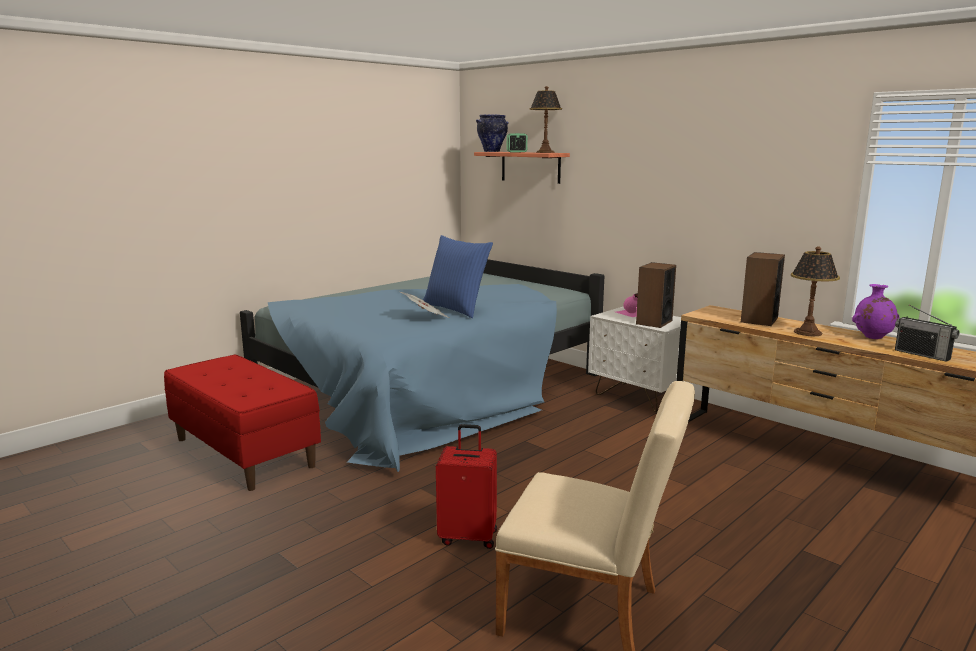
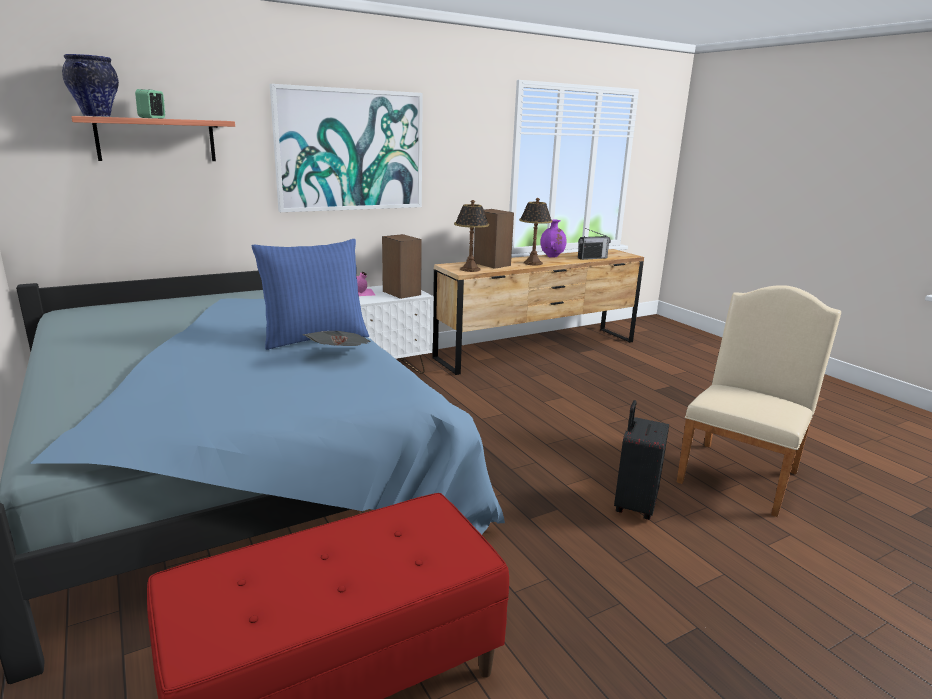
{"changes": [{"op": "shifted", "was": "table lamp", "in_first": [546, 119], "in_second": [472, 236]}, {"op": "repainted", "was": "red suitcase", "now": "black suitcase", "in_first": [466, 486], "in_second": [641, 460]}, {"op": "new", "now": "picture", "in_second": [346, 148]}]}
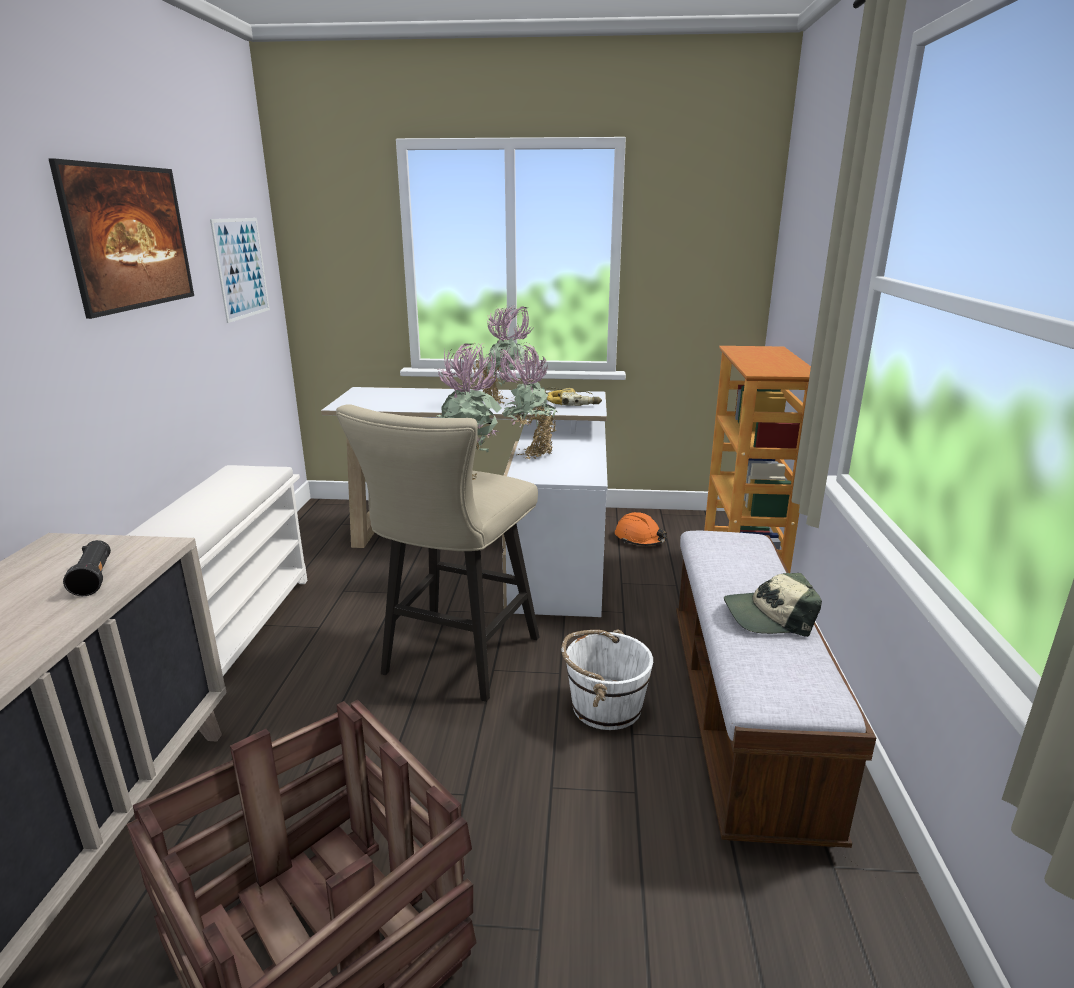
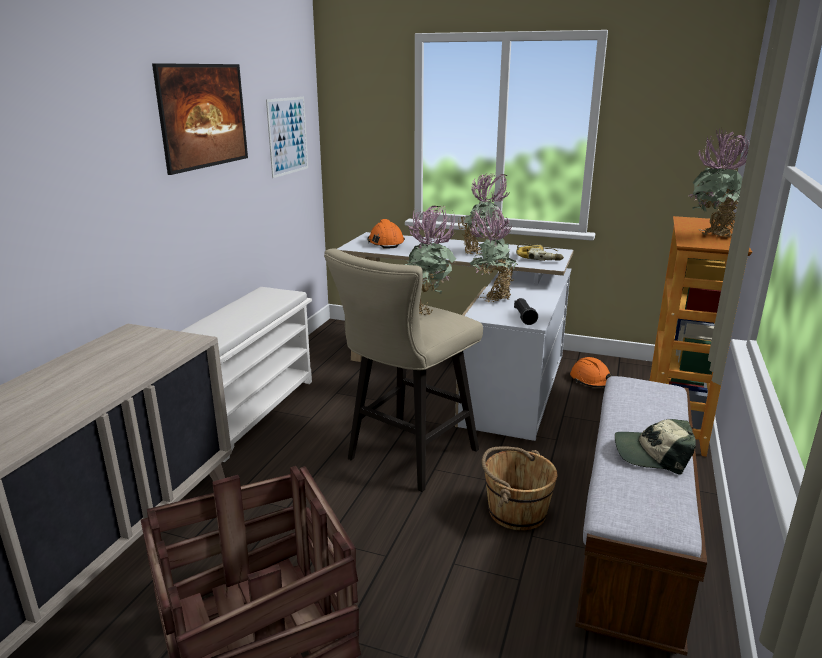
{"changes": [{"op": "shifted", "was": "black flashlight", "in_first": [87, 568], "in_second": [526, 311]}, {"op": "repainted", "was": "white bucket", "now": "brown bucket", "in_first": [607, 680], "in_second": [519, 489]}, {"op": "new", "now": "potted plant", "in_second": [719, 183]}, {"op": "new", "now": "orange hard hat", "in_second": [386, 234]}]}
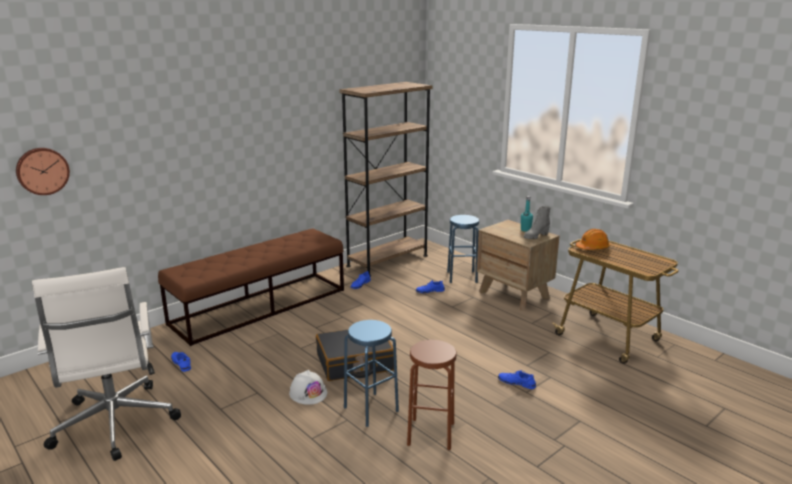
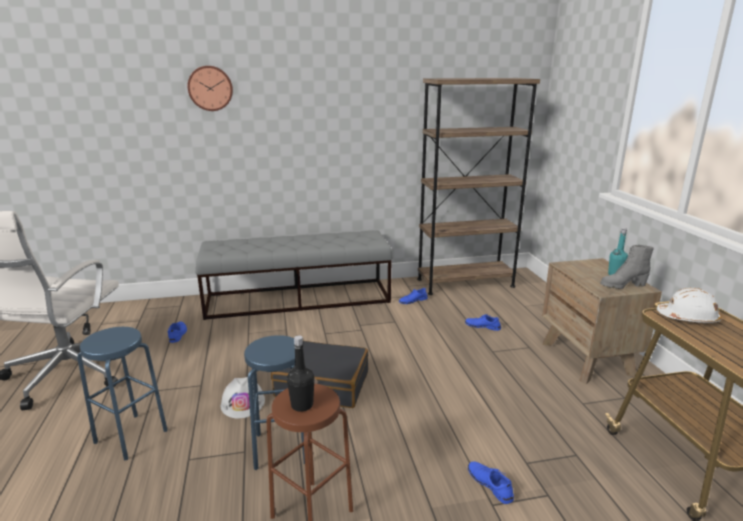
{"changes": [{"op": "shifted", "was": "wall clock", "in_first": [43, 171], "in_second": [210, 88]}, {"op": "shifted", "was": "blue stool", "in_first": [463, 249], "in_second": [122, 394]}, {"op": "repainted", "was": "brown bench", "now": "grey bench", "in_first": [251, 287], "in_second": [294, 275]}, {"op": "repainted", "was": "orange hard hat", "now": "white hard hat", "in_first": [592, 239], "in_second": [689, 305]}, {"op": "new", "now": "black bottle", "in_second": [300, 373]}]}
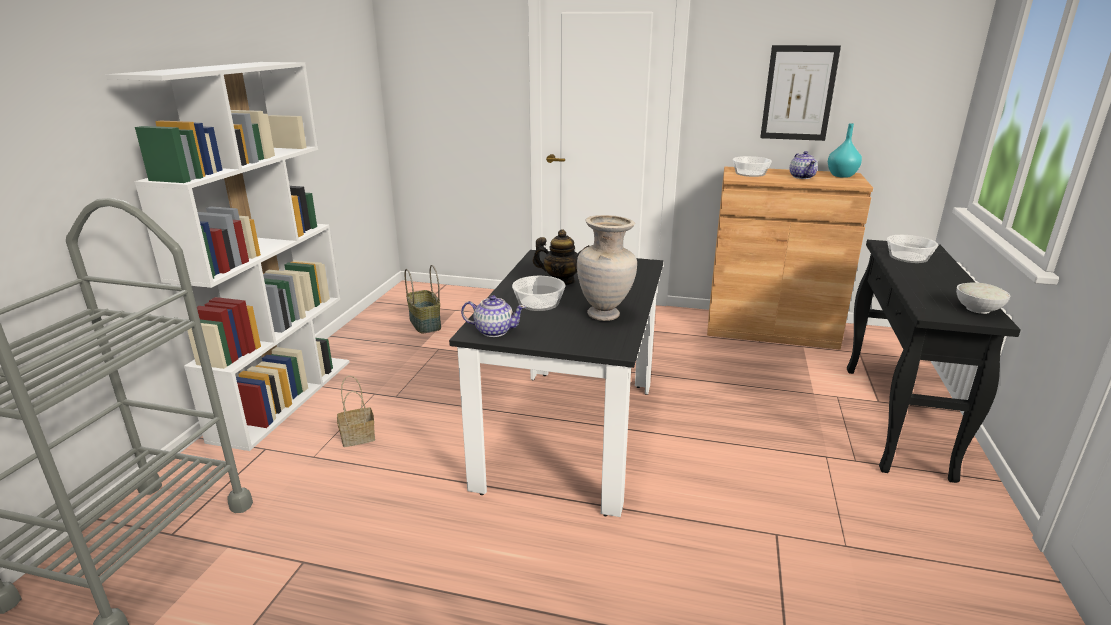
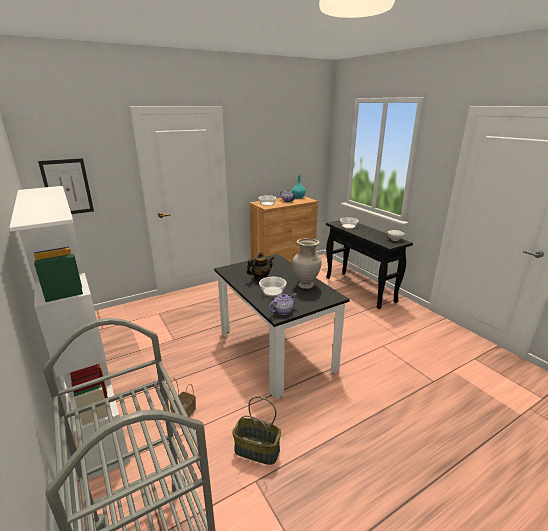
{"changes": [{"op": "shifted", "was": "picture", "in_first": [800, 93], "in_second": [66, 186]}, {"op": "shifted", "was": "basket", "in_first": [423, 299], "in_second": [256, 430]}]}
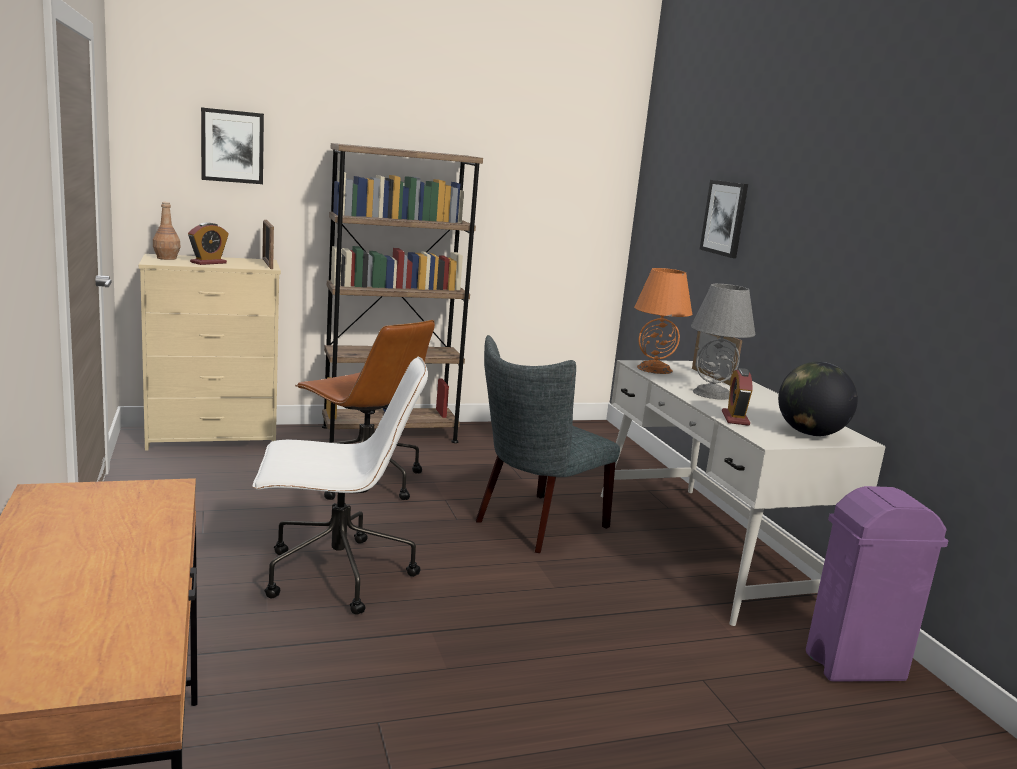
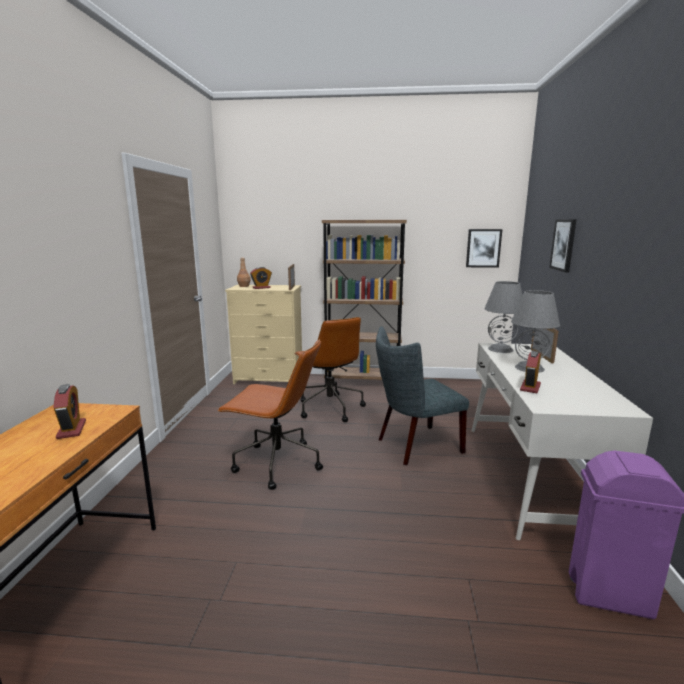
{"changes": [{"op": "shifted", "was": "picture", "in_first": [232, 145], "in_second": [484, 248]}, {"op": "repainted", "was": "orange table lamp", "now": "grey table lamp", "in_first": [663, 321], "in_second": [503, 317]}, {"op": "repainted", "was": "white office chair", "now": "brown office chair", "in_first": [340, 485], "in_second": [270, 414]}, {"op": "gone", "was": "globe", "in_first": [818, 399]}, {"op": "new", "now": "alarm clock", "in_second": [70, 411]}]}
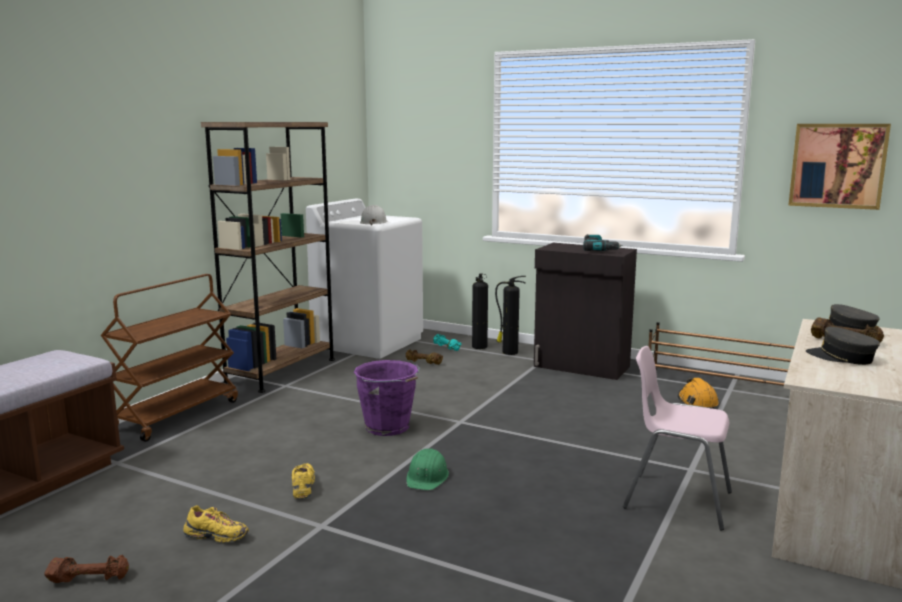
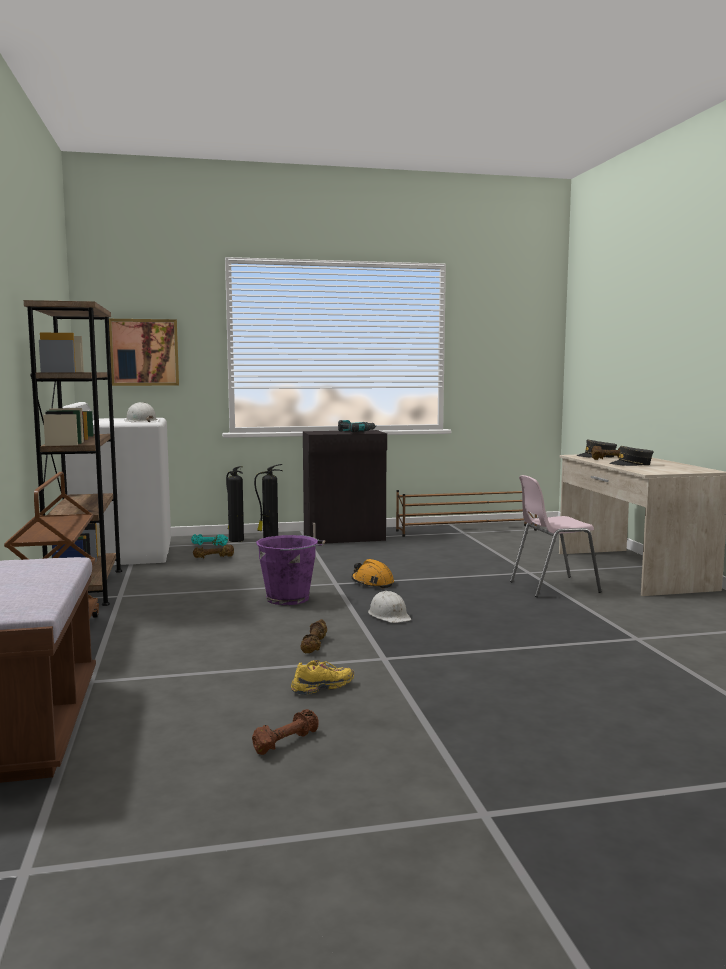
{"changes": [{"op": "shifted", "was": "picture", "in_first": [839, 167], "in_second": [144, 352]}, {"op": "shifted", "was": "orange hard hat", "in_first": [698, 393], "in_second": [373, 573]}, {"op": "repainted", "was": "green hard hat", "now": "white hard hat", "in_first": [428, 469], "in_second": [389, 607]}, {"op": "swapped", "was": "yellow shoe", "now": "brown dumbbell", "in_first": [303, 481], "in_second": [313, 636]}]}
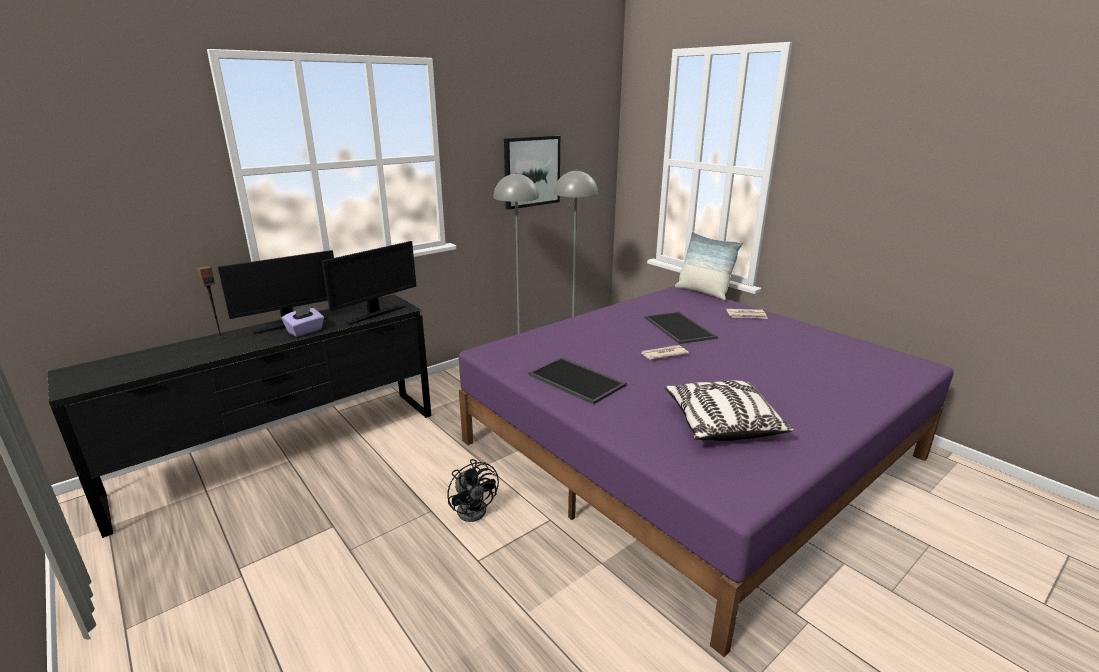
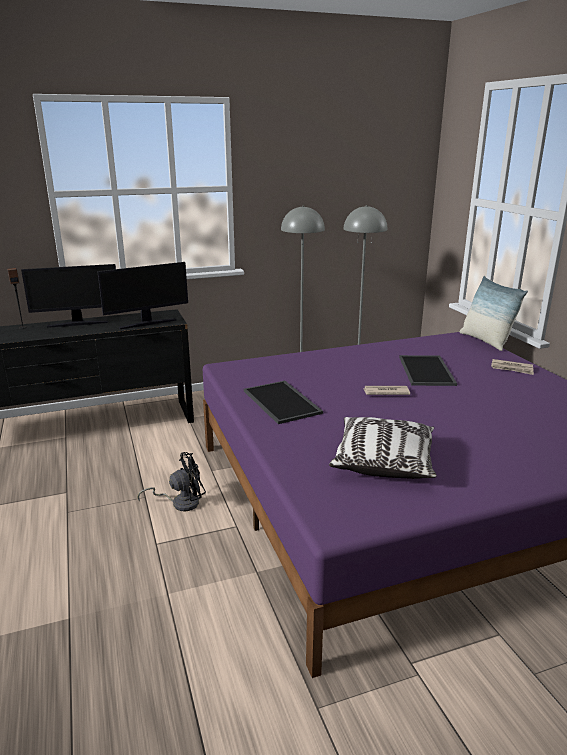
{"changes": [{"op": "gone", "was": "picture", "in_first": [532, 173]}, {"op": "gone", "was": "purple tissue box", "in_first": [303, 321]}, {"op": "rotated", "was": "black fan", "in_first": [473, 490], "in_second": [171, 482], "clockwise": -105}]}
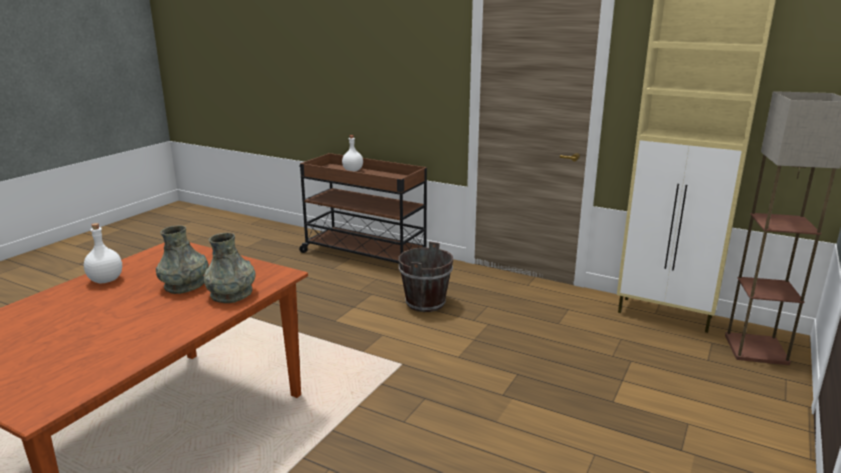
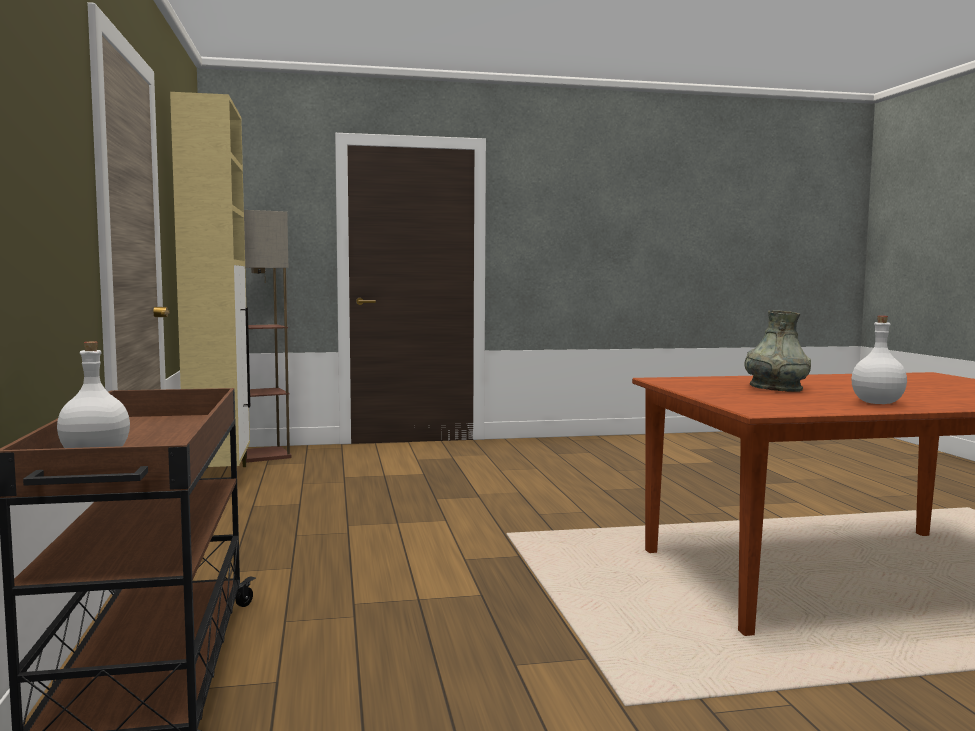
{"changes": [{"op": "gone", "was": "grey vase", "in_first": [230, 268]}, {"op": "gone", "was": "brown bucket", "in_first": [425, 277]}]}
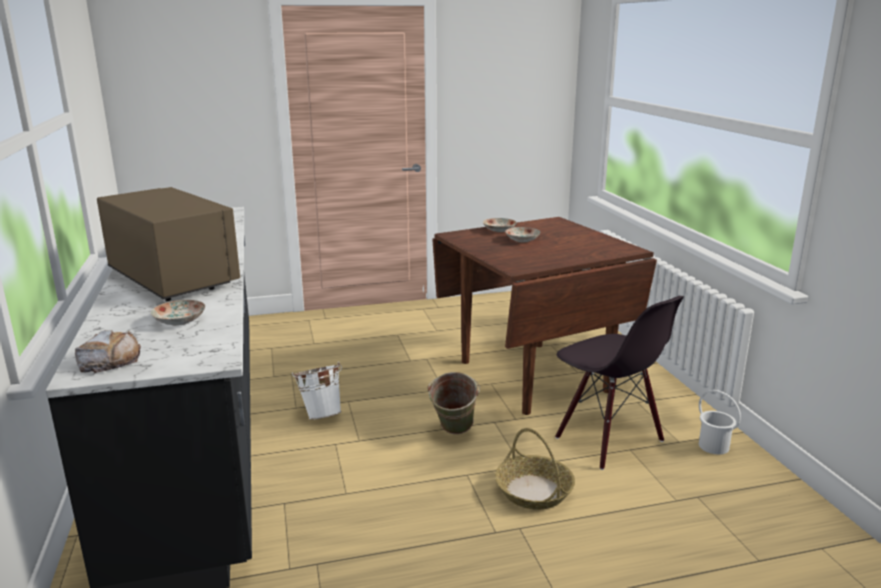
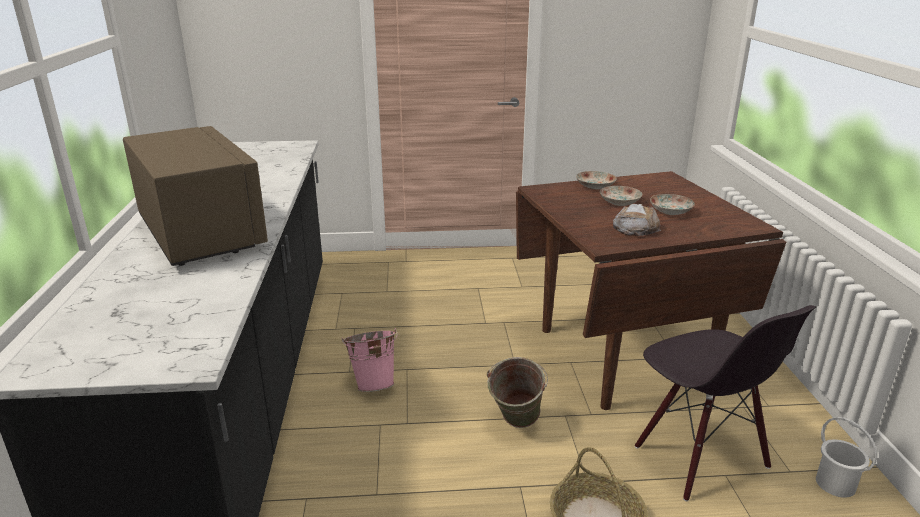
{"changes": [{"op": "shifted", "was": "plate", "in_first": [178, 312], "in_second": [672, 204]}, {"op": "shifted", "was": "bread", "in_first": [108, 351], "in_second": [637, 220]}, {"op": "repainted", "was": "white bucket", "now": "pink bucket", "in_first": [317, 391], "in_second": [370, 360]}]}
